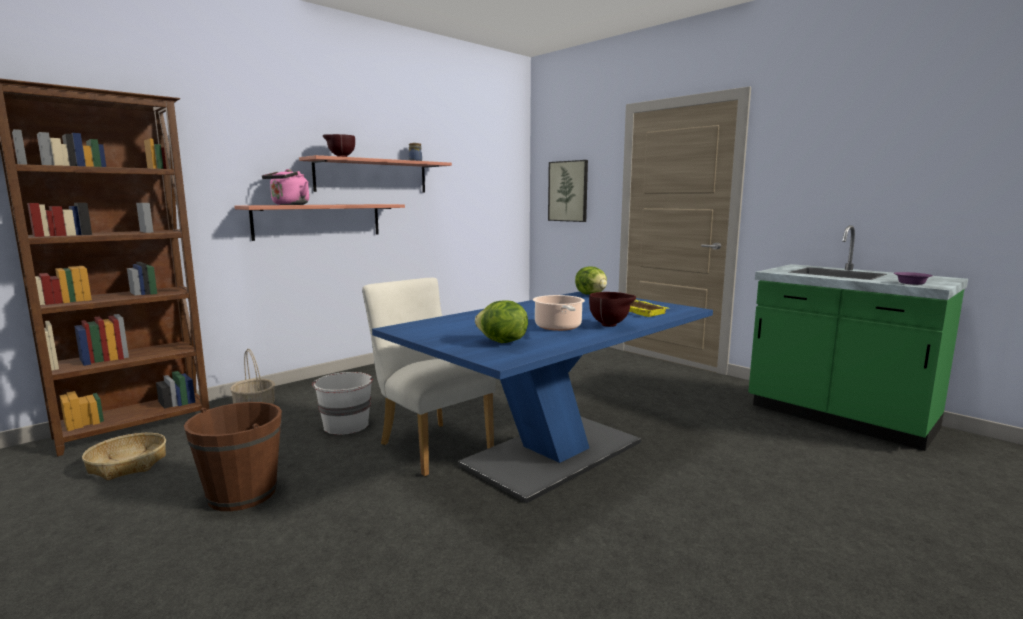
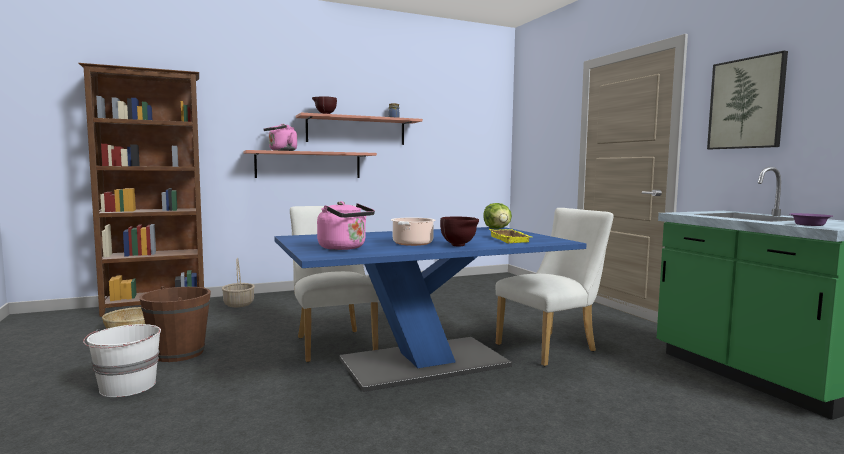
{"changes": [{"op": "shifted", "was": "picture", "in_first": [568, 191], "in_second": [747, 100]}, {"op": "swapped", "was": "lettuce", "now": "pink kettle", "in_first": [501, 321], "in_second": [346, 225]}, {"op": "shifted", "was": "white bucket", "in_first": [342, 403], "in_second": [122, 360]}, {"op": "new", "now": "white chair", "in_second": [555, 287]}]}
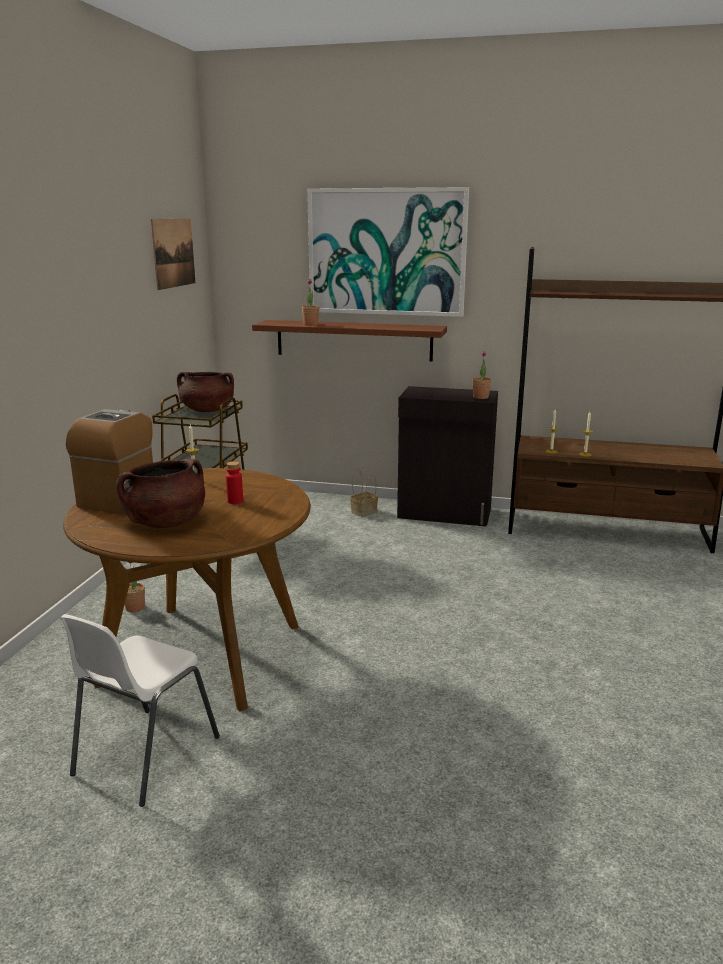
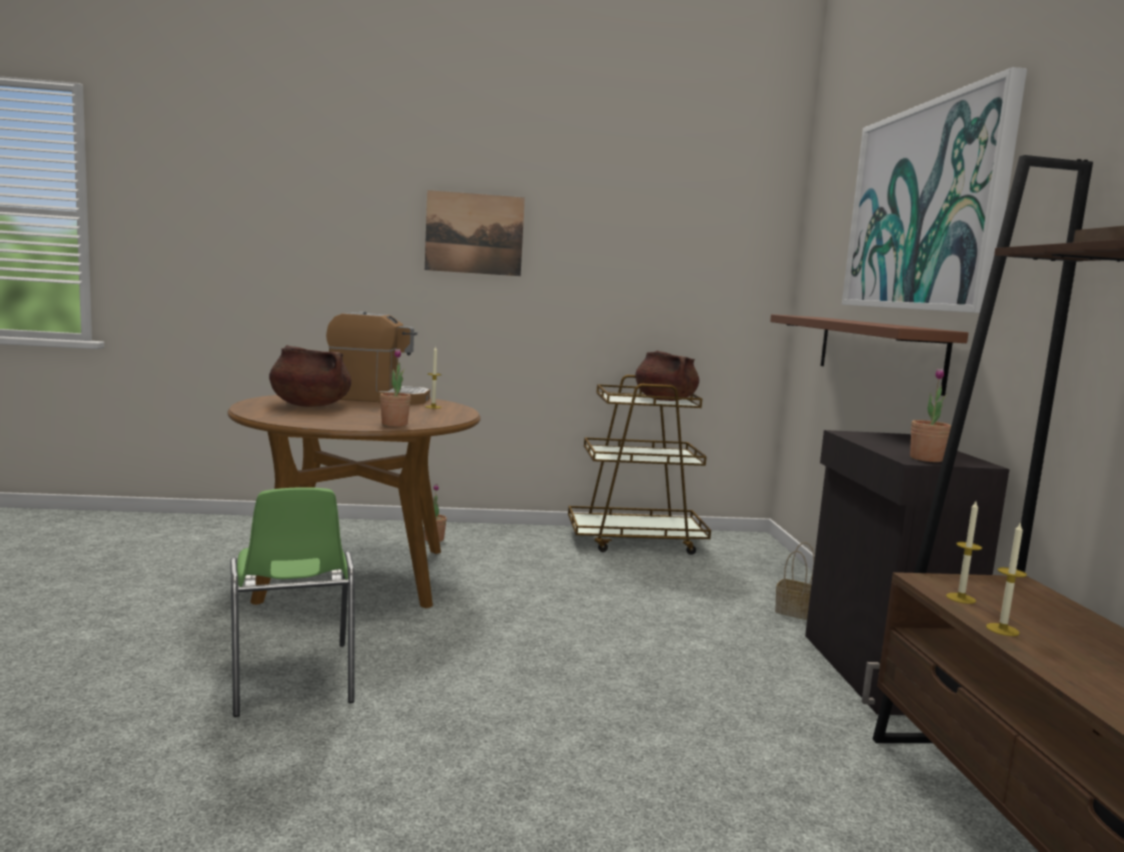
{"changes": [{"op": "shifted", "was": "picture", "in_first": [173, 254], "in_second": [475, 233]}, {"op": "shifted", "was": "potted plant", "in_first": [310, 302], "in_second": [395, 388]}, {"op": "gone", "was": "red bottle", "in_first": [234, 482]}, {"op": "gone", "was": "white chair", "in_first": [140, 710]}, {"op": "new", "now": "green chair", "in_second": [292, 602]}]}
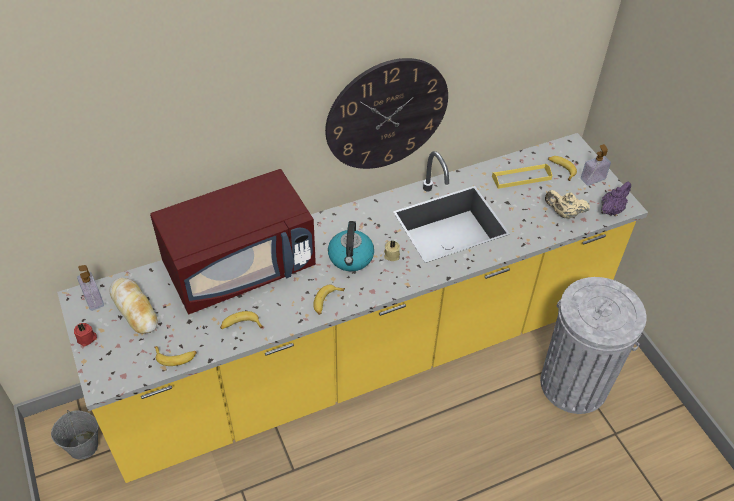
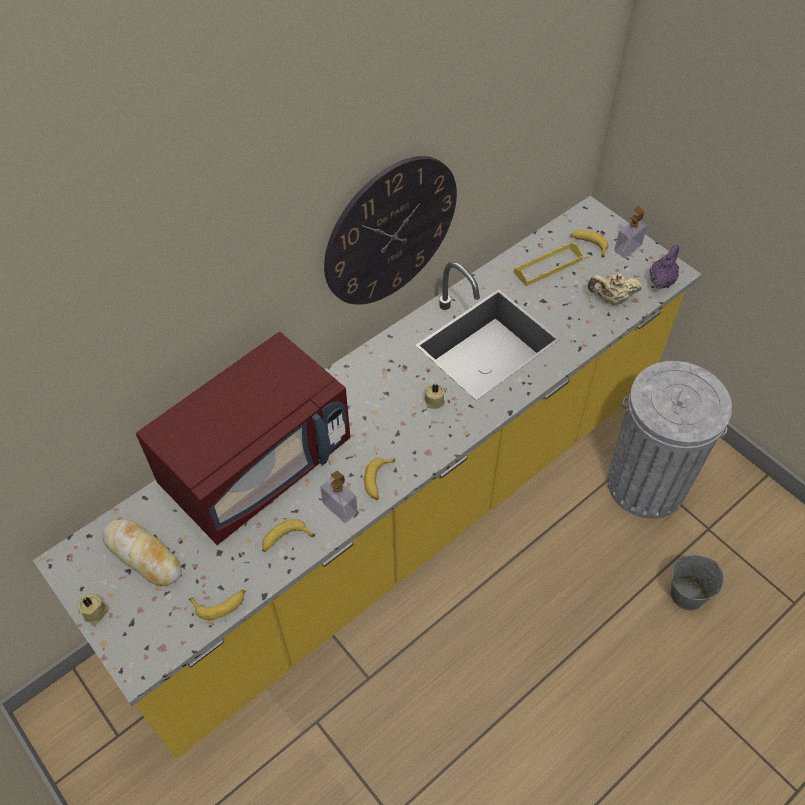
{"changes": [{"op": "gone", "was": "kettle", "in_first": [351, 246]}, {"op": "shifted", "was": "soap dispenser", "in_first": [90, 288], "in_second": [339, 497]}, {"op": "repainted", "was": "red candle", "now": "beige candle", "in_first": [85, 335], "in_second": [93, 609]}, {"op": "shifted", "was": "grey bucket", "in_first": [75, 434], "in_second": [697, 582]}]}
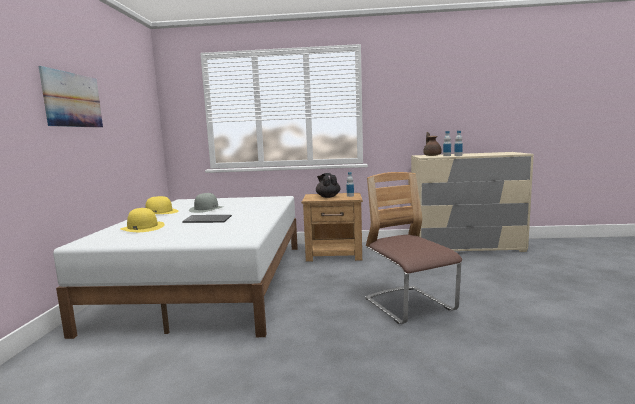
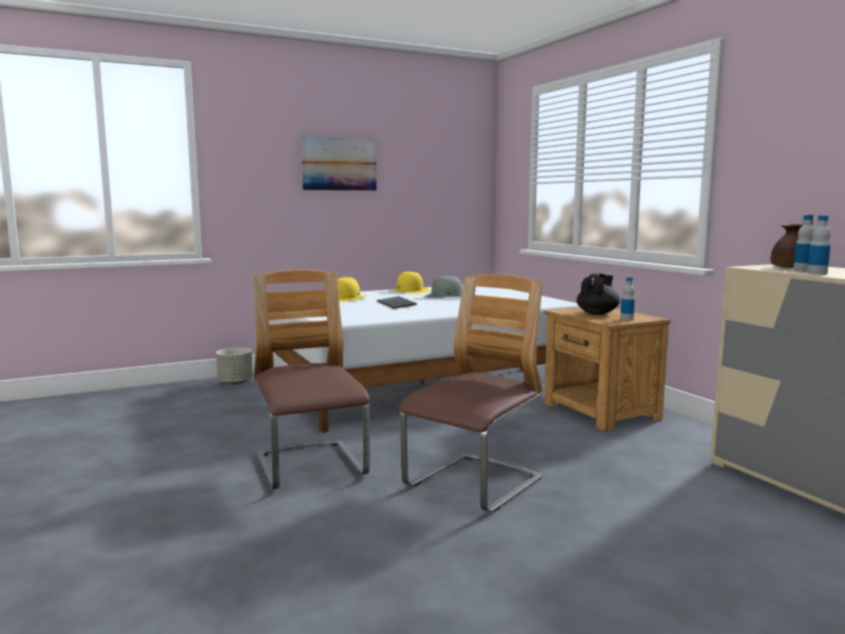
{"changes": [{"op": "new", "now": "chair", "in_second": [311, 380]}, {"op": "new", "now": "grey planter", "in_second": [234, 366]}]}
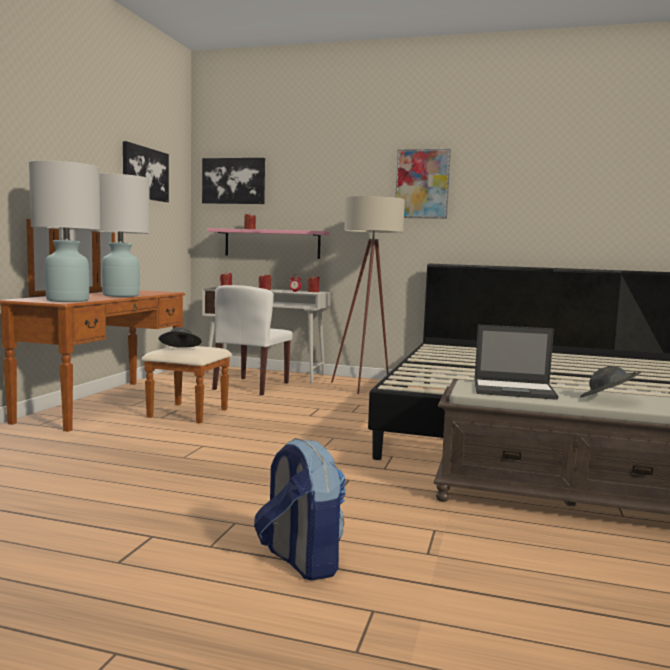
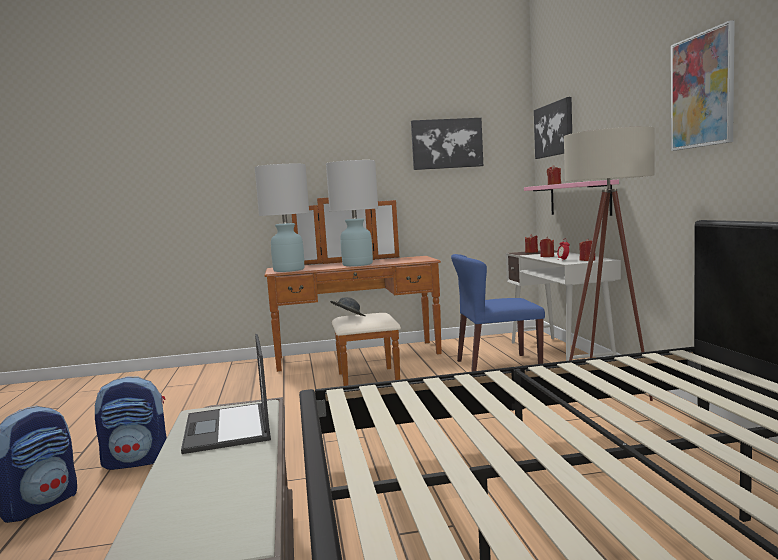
{"changes": [{"op": "repainted", "was": "white chair", "now": "blue chair", "in_first": [252, 340], "in_second": [498, 313]}, {"op": "gone", "was": "grey hat", "in_first": [611, 381]}, {"op": "new", "now": "backpack", "in_second": [131, 423]}]}
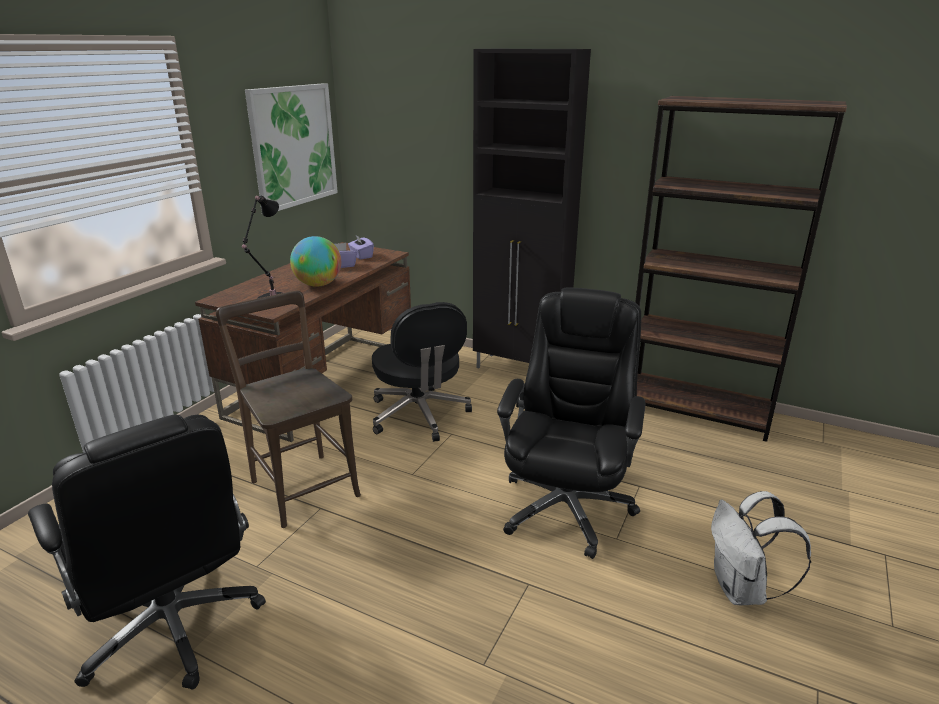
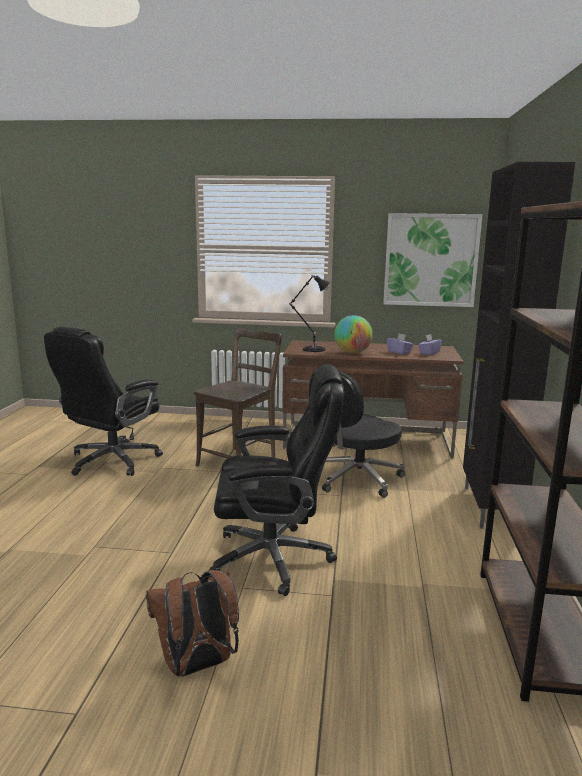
{"changes": [{"op": "repainted", "was": "white backpack", "now": "brown backpack", "in_first": [761, 548], "in_second": [192, 623]}]}
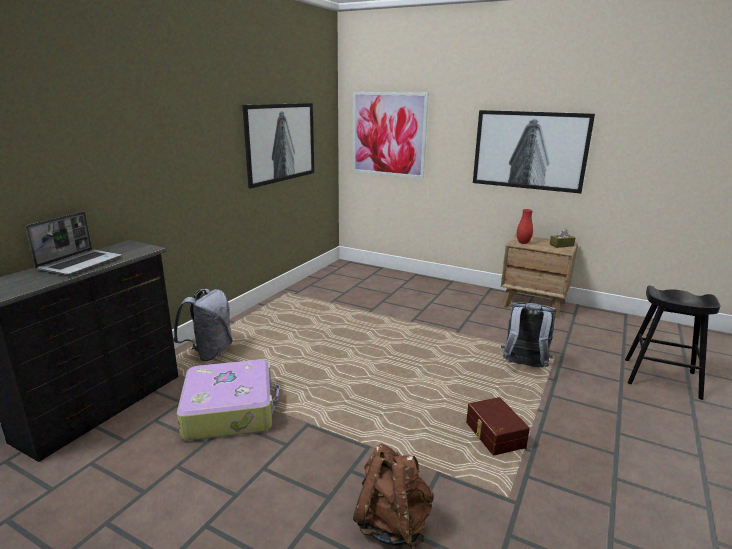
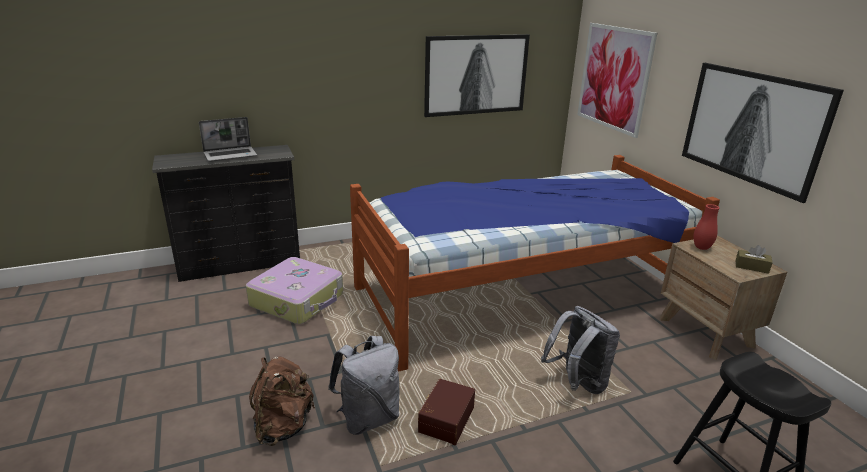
{"changes": [{"op": "shifted", "was": "grey backpack", "in_first": [203, 325], "in_second": [364, 385]}, {"op": "new", "now": "bed", "in_second": [535, 263]}]}
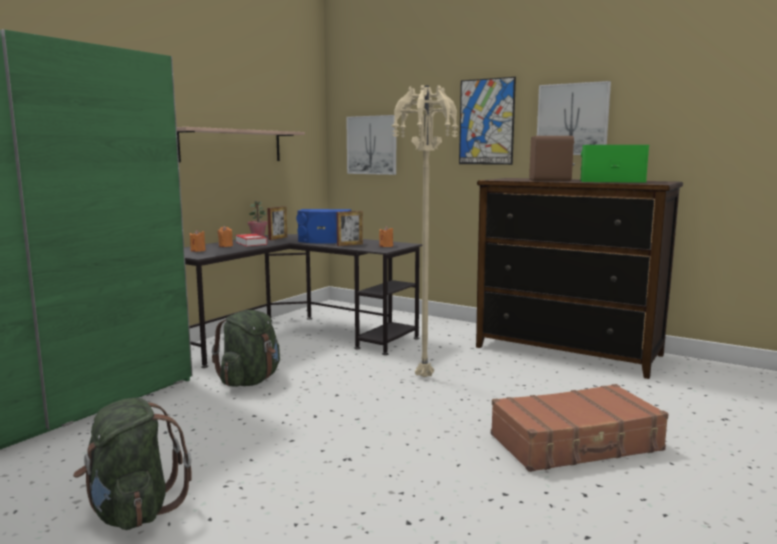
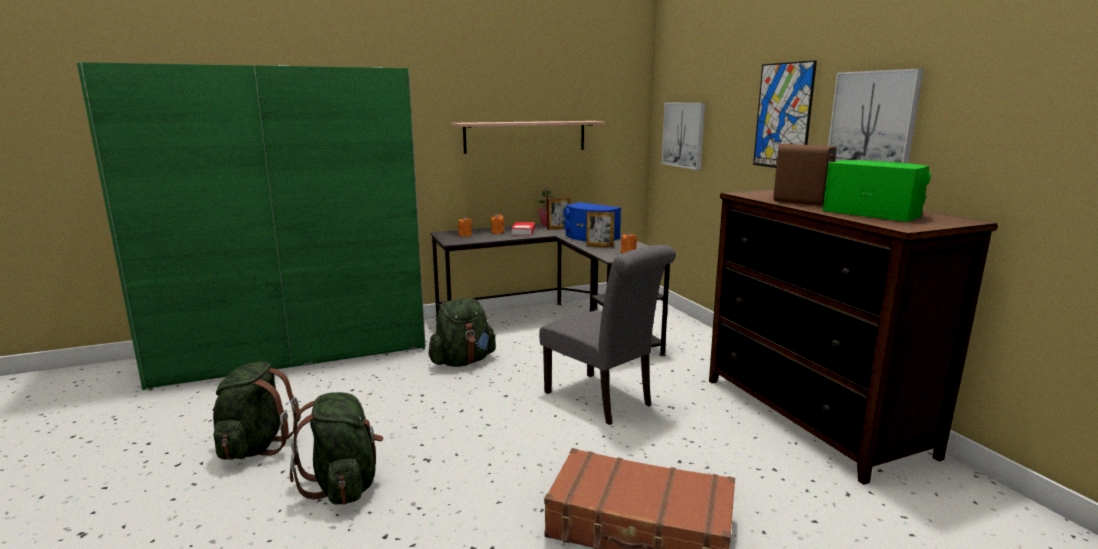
{"changes": [{"op": "swapped", "was": "beige floor lamp", "now": "grey chair", "in_first": [425, 231], "in_second": [607, 335]}, {"op": "new", "now": "green backpack", "in_second": [337, 448]}]}
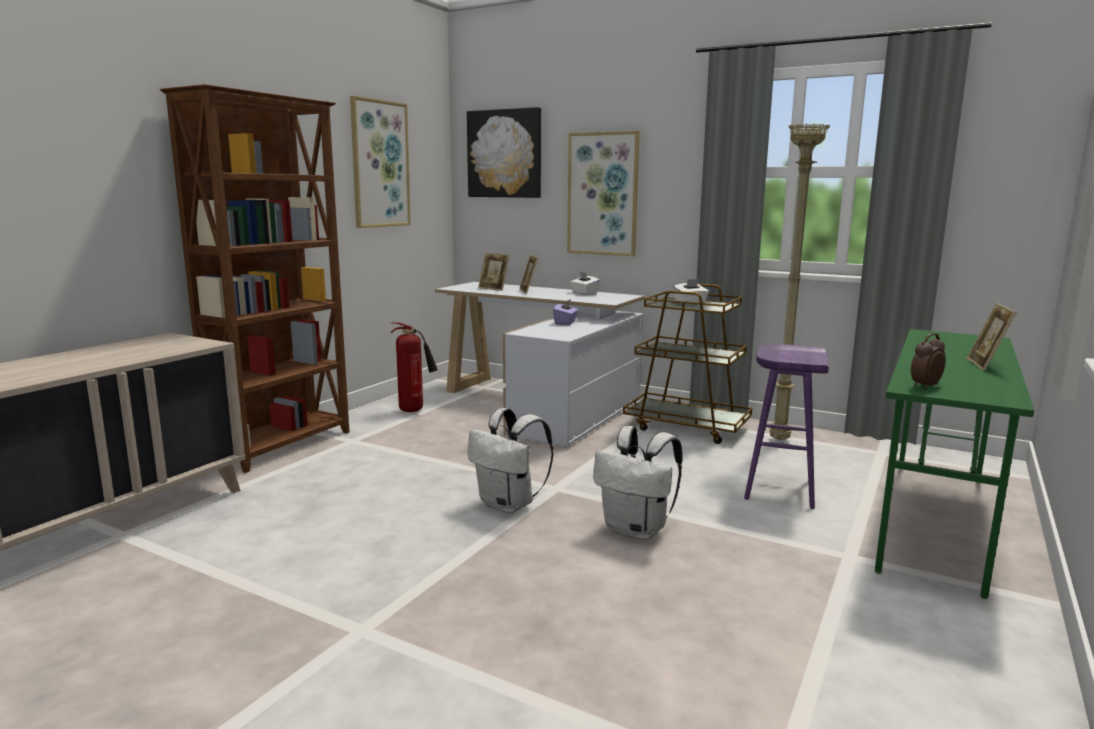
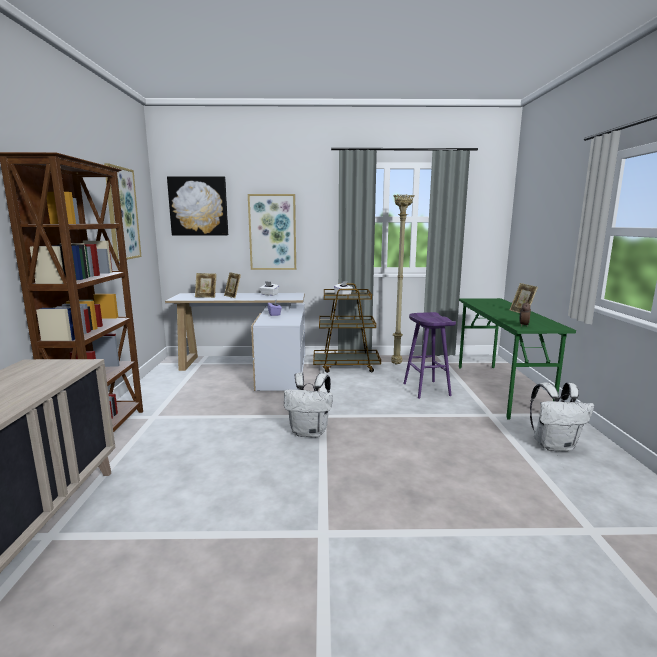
{"changes": [{"op": "gone", "was": "fire extinguisher", "in_first": [414, 367]}, {"op": "shifted", "was": "white backpack", "in_first": [638, 483], "in_second": [562, 416]}]}
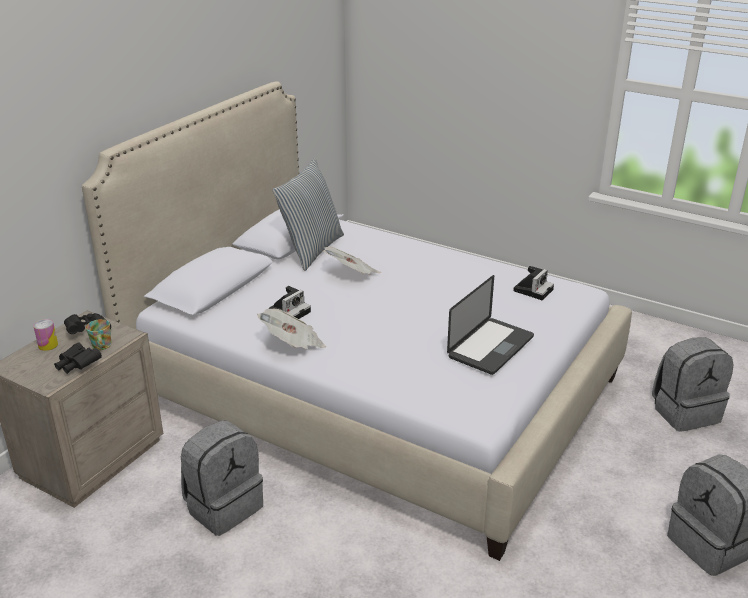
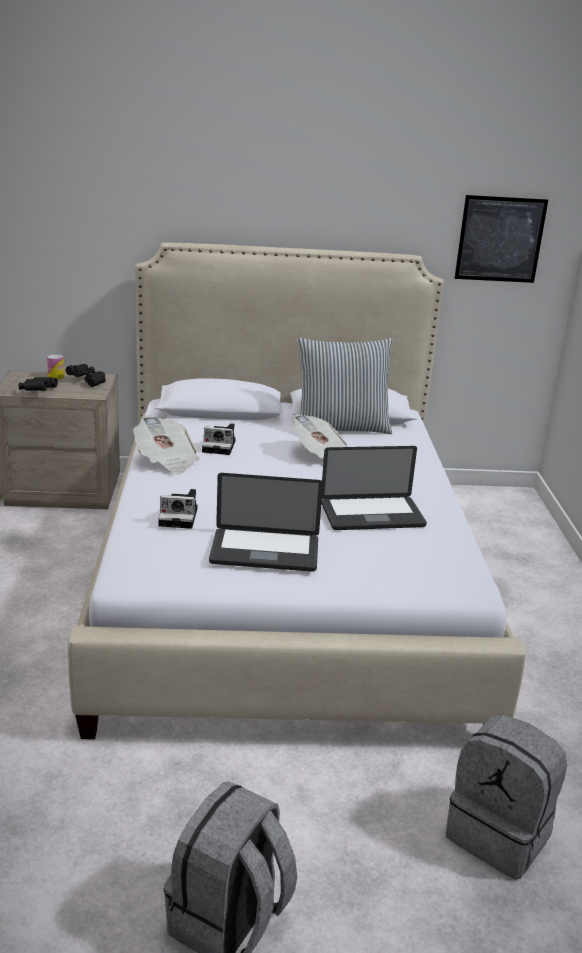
{"changes": [{"op": "shifted", "was": "photo camera", "in_first": [533, 283], "in_second": [177, 509]}, {"op": "gone", "was": "mug", "in_first": [99, 334]}, {"op": "gone", "was": "grey backpack", "in_first": [222, 478]}, {"op": "new", "now": "picture", "in_second": [501, 239]}, {"op": "new", "now": "laptop", "in_second": [374, 488]}]}
